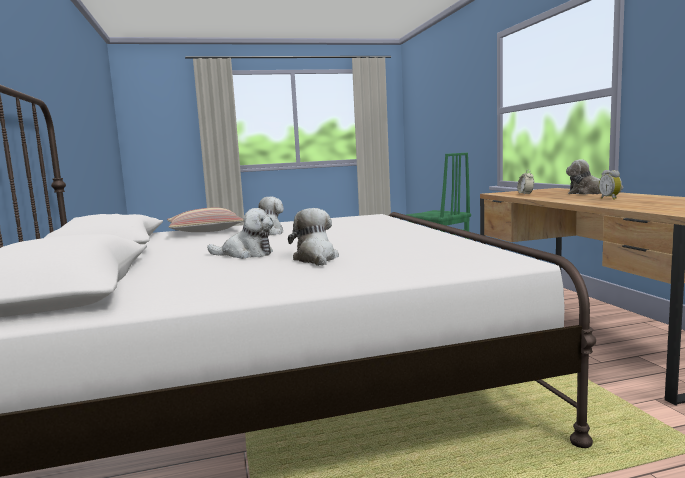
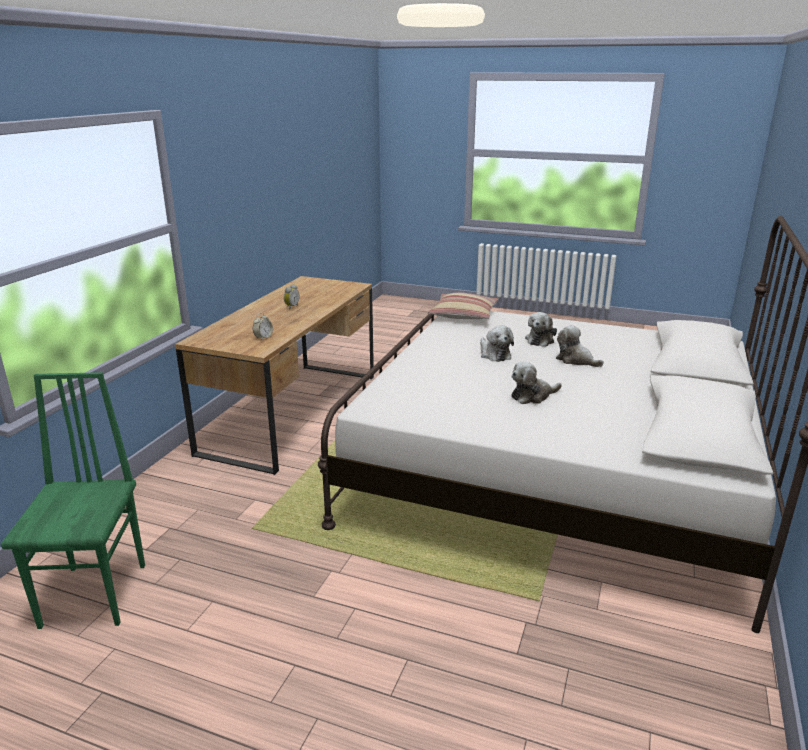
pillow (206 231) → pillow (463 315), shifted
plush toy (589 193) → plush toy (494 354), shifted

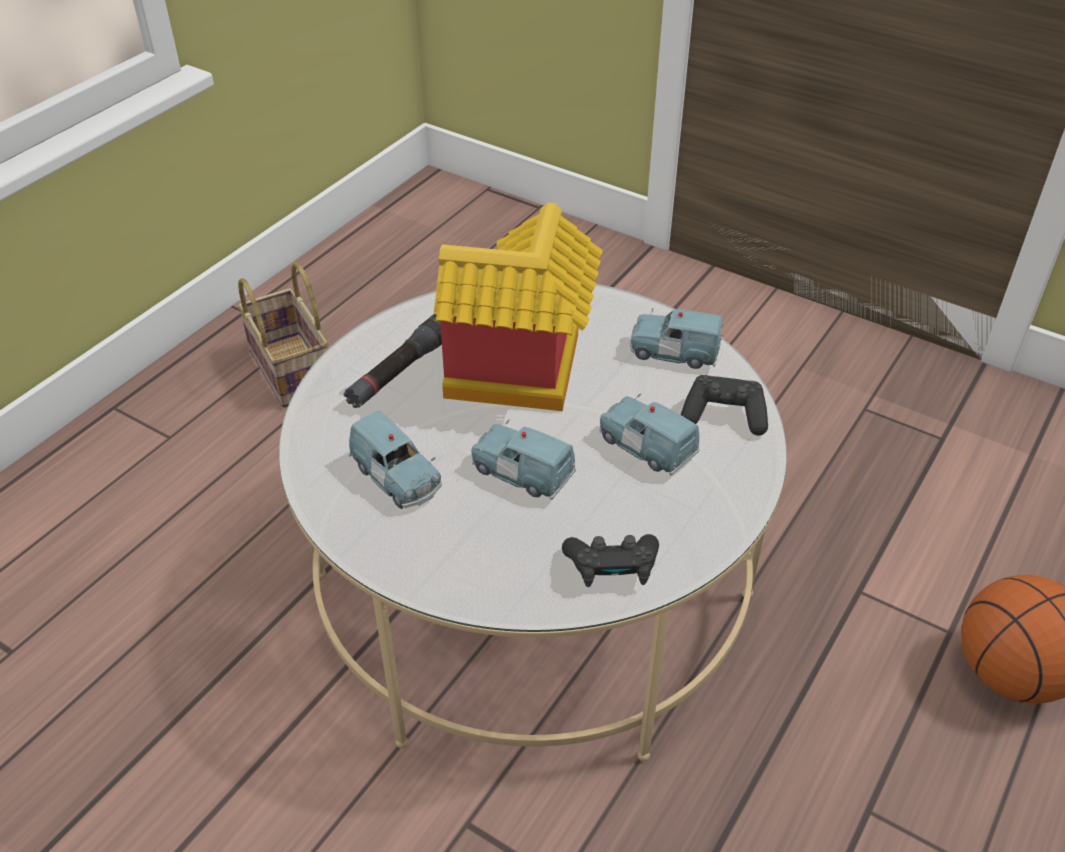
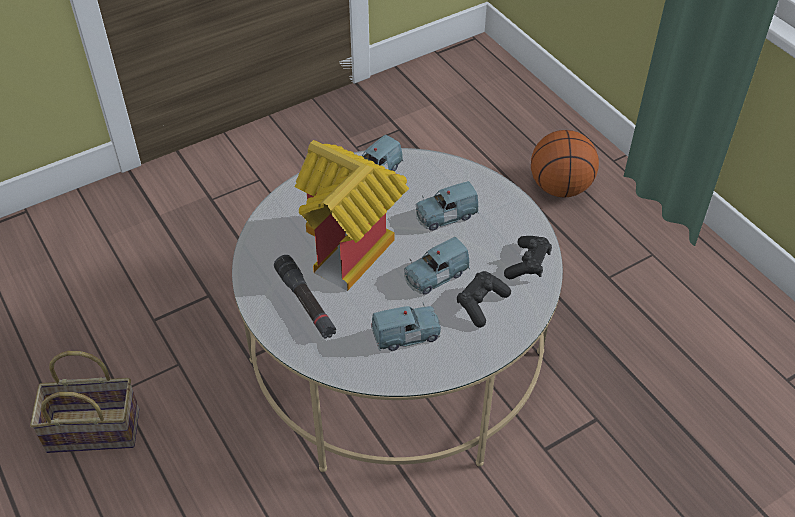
black game controller (724 416) → black game controller (481 304), shifted

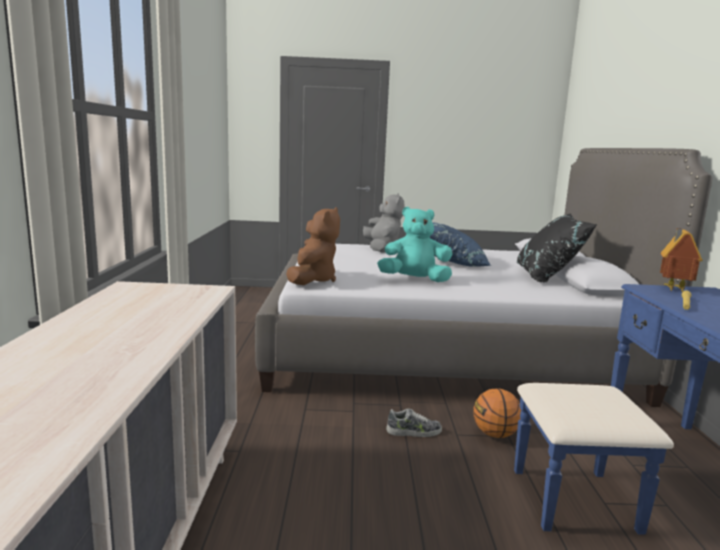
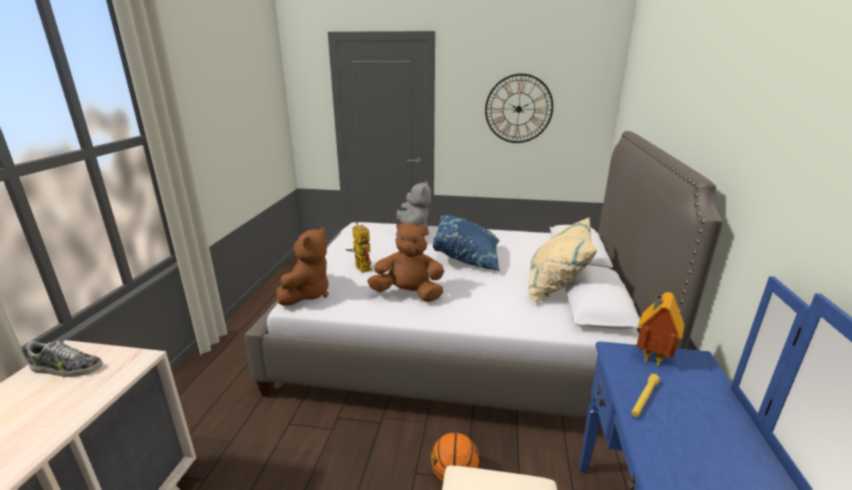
shoe (414 432) → shoe (66 368), shifted
- → toy robot (360 267)
turquoise plush toy (414 280) → brown plush toy (408 294)
- → wall clock (518 109)
black pillow (548 277) → beige pillow (556 288)

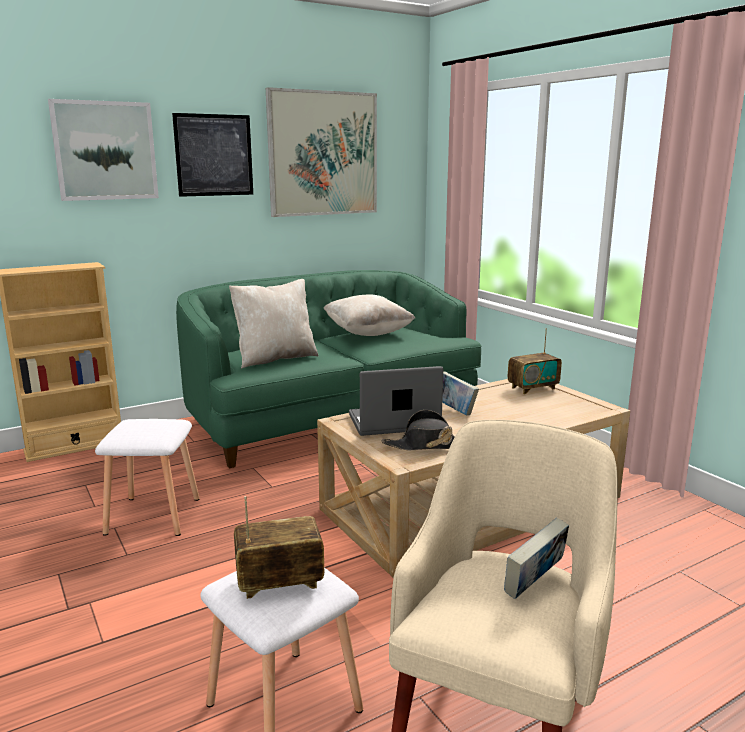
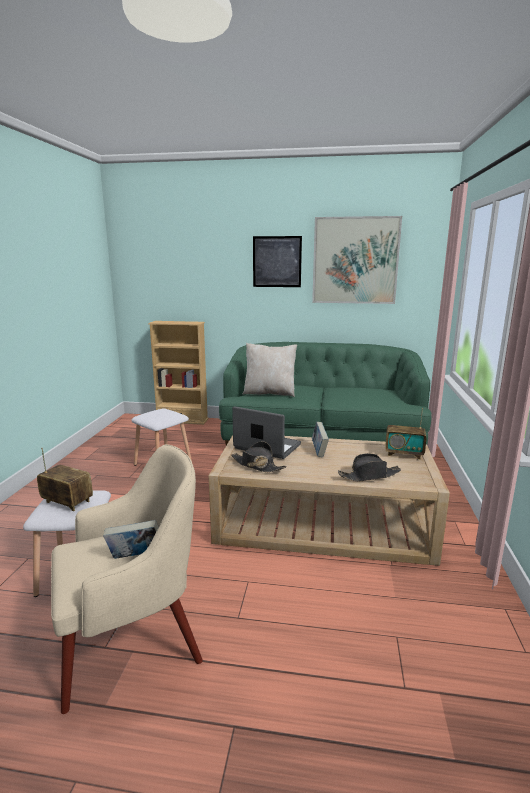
- → black hat (369 475)
picture (105 151) → -
beige pillow (367 334) → -

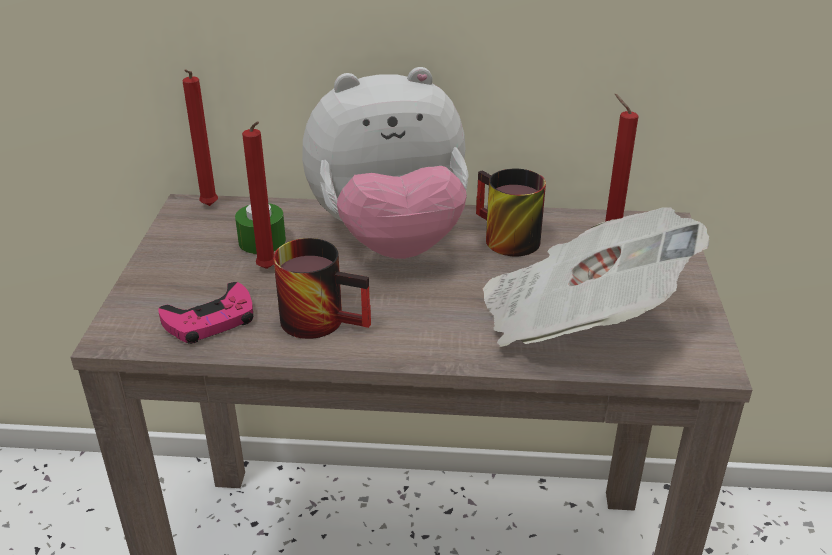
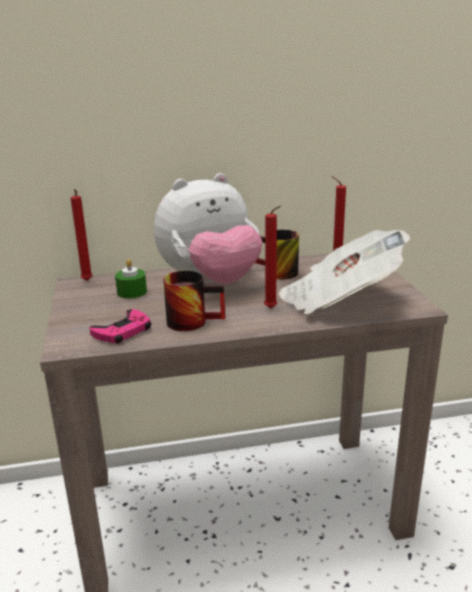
red candle (268 270) → red candle (272 309), shifted

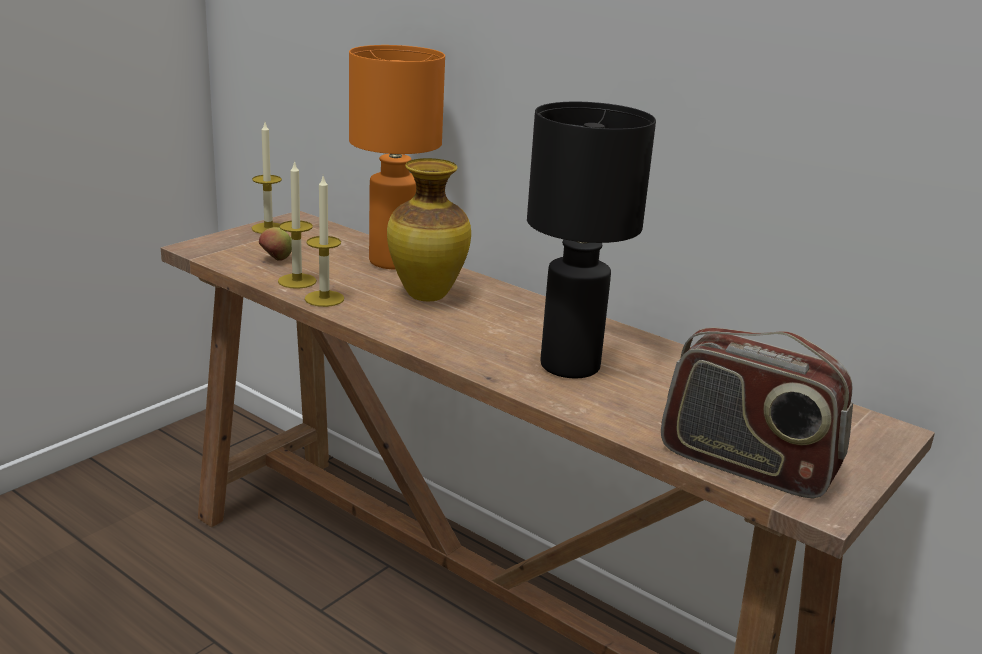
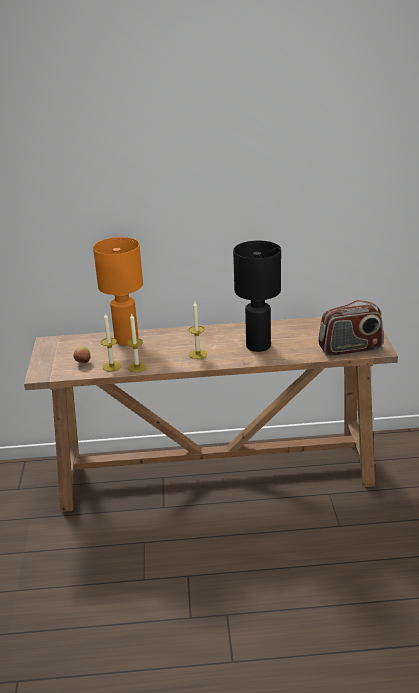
candle (268 228) → candle (197 354), shifted
vase (425 296) → -

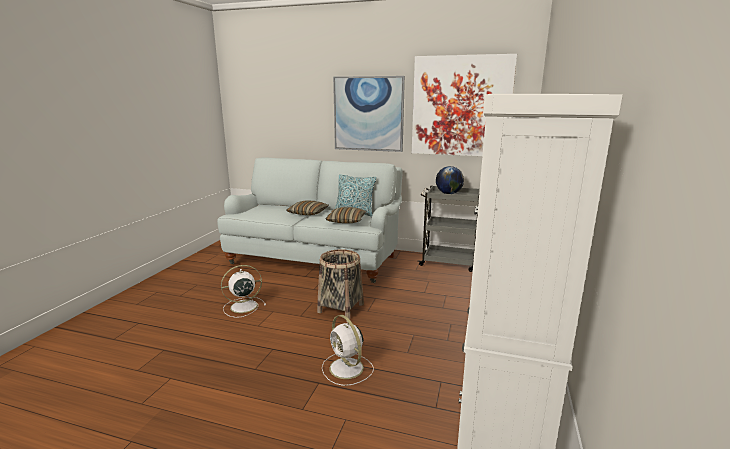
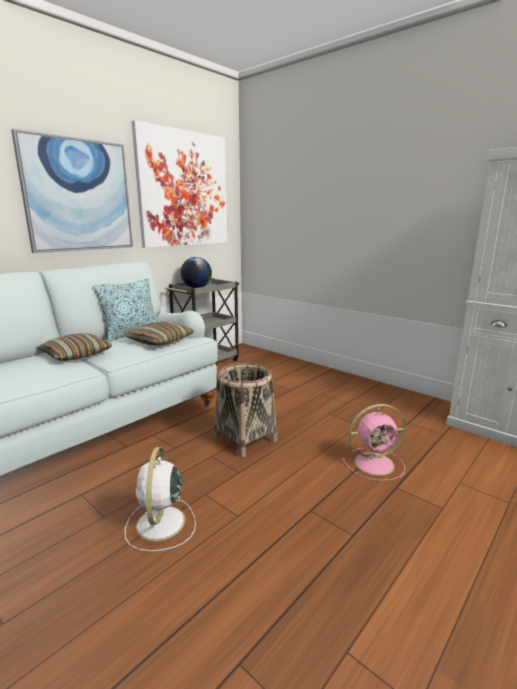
white fan (347 369) → pink fan (375 463)

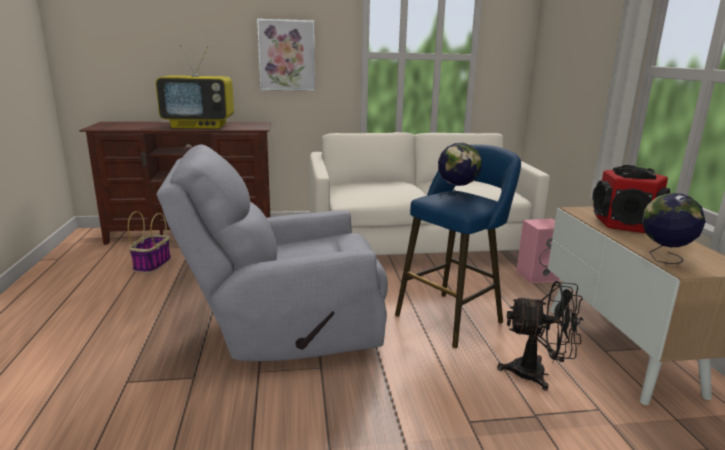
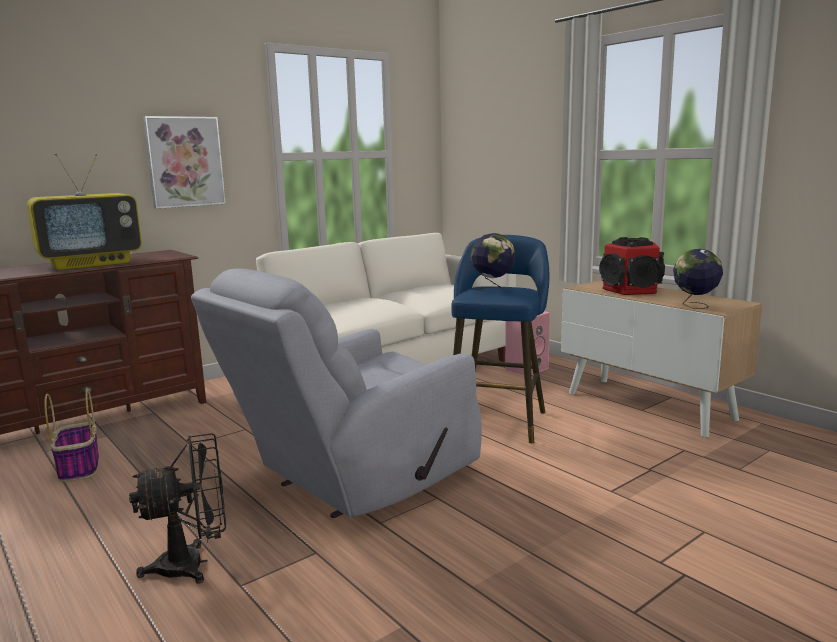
black fan (537 374) → black fan (193 564), shifted

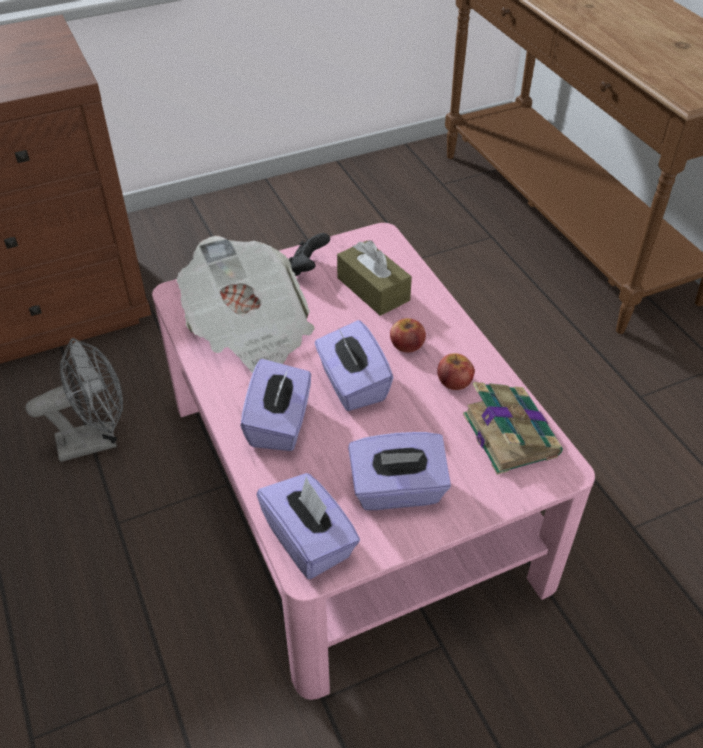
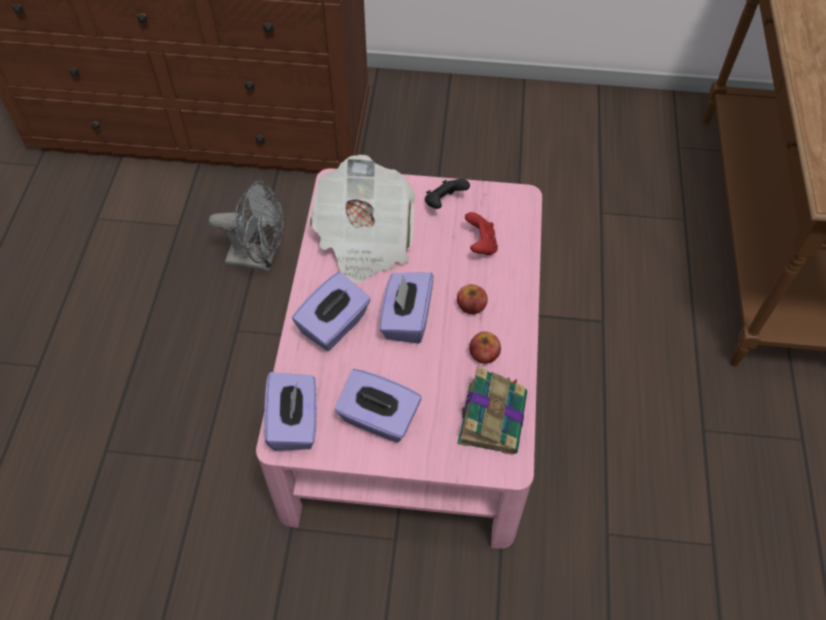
brown tissue box (373 289) → red game controller (480 244)

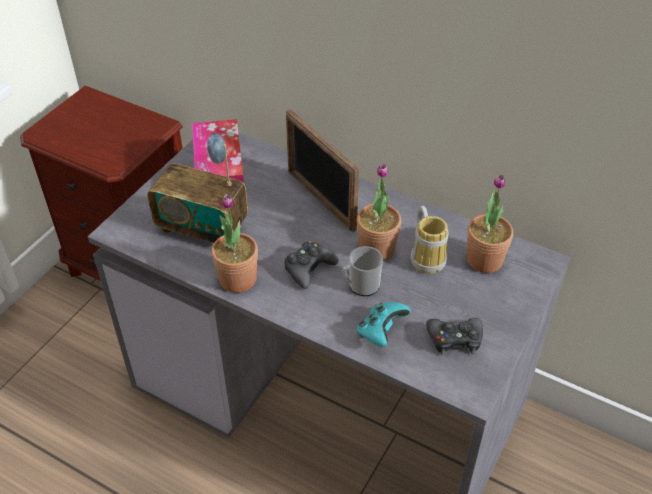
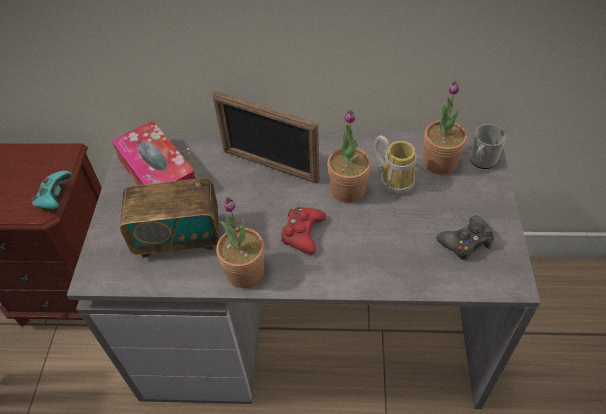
turquoise game controller (381 331) → turquoise game controller (55 198), shifted
black game controller (309 268) → red game controller (302 233)
mug (361 286) → mug (481 161), shifted

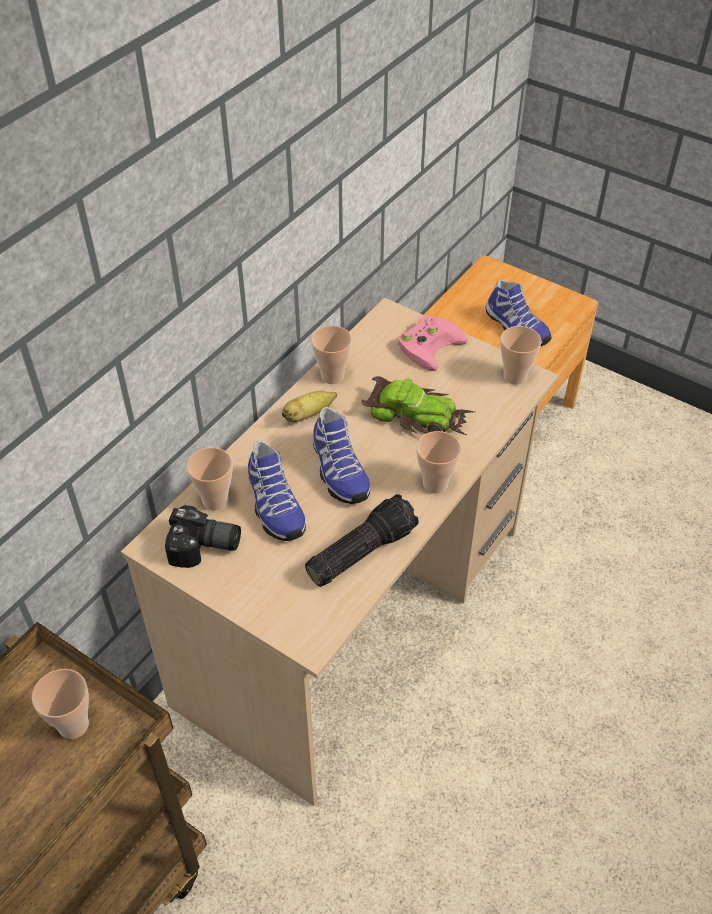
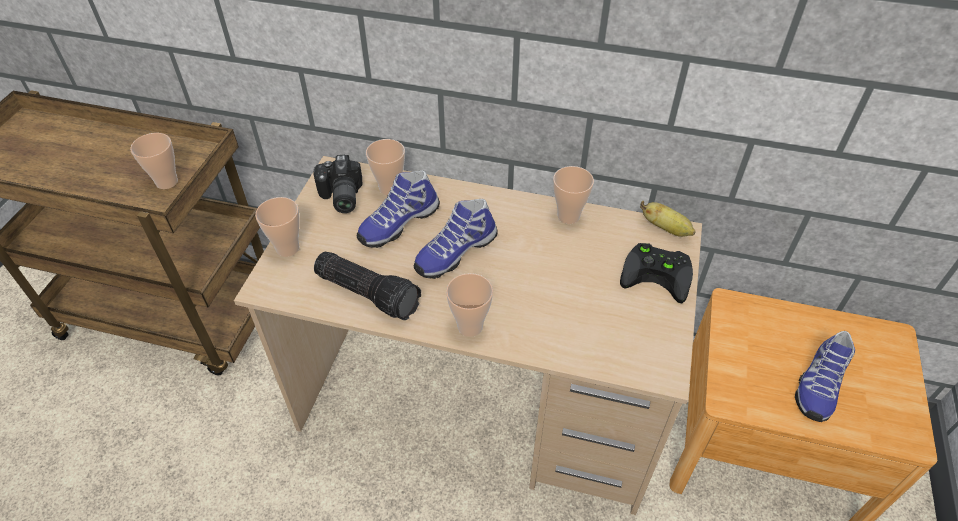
cup (514 377) → cup (287 248), shifted
pink game controller (429 343) → black game controller (659 274)
banana (308 415) → banana (666 229), shifted
toy car (417 414) → -

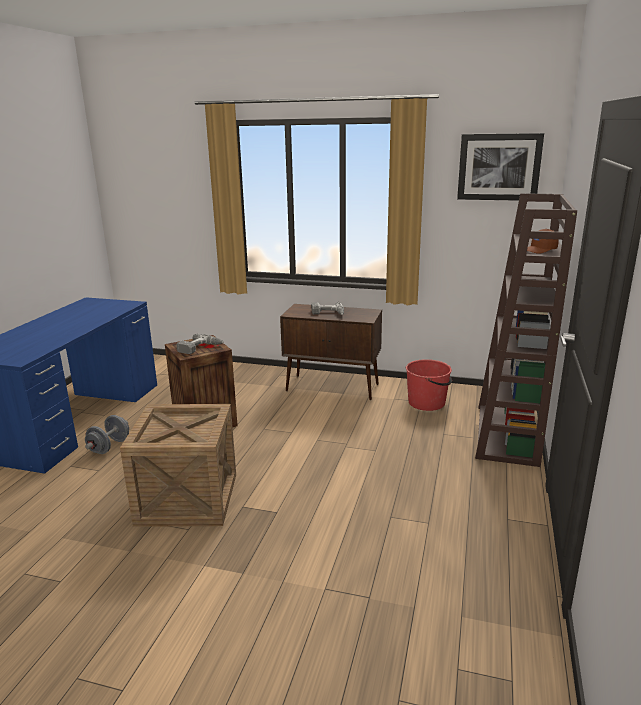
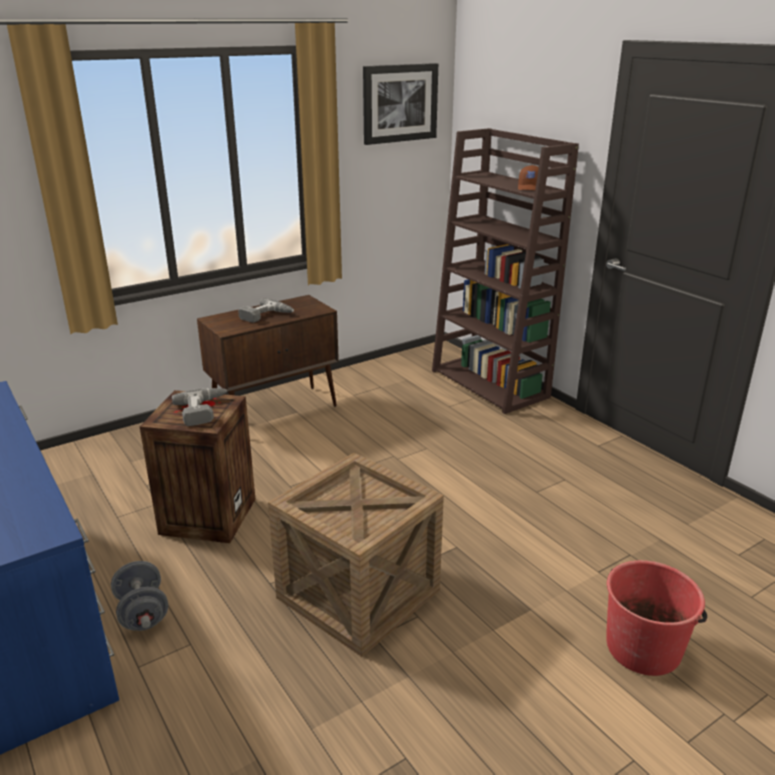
red bucket (427 403) → red bucket (643 647), shifted

